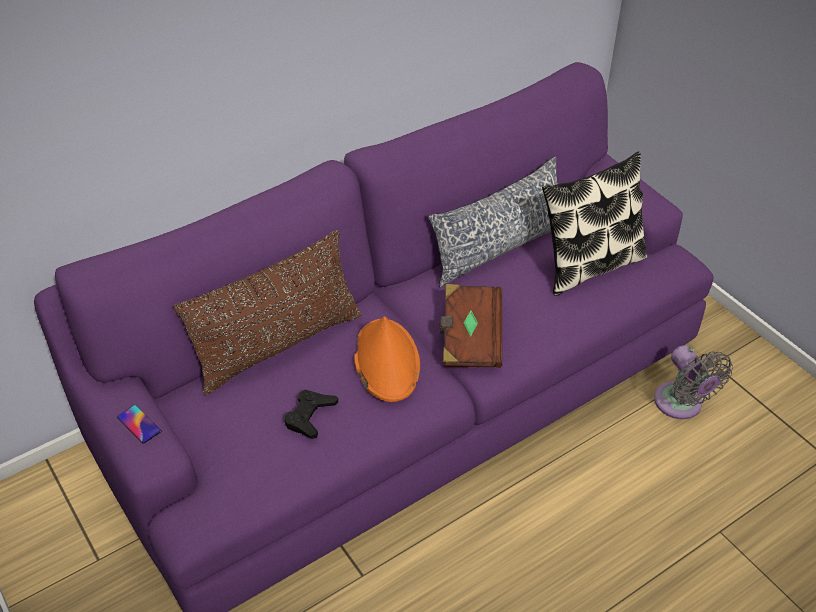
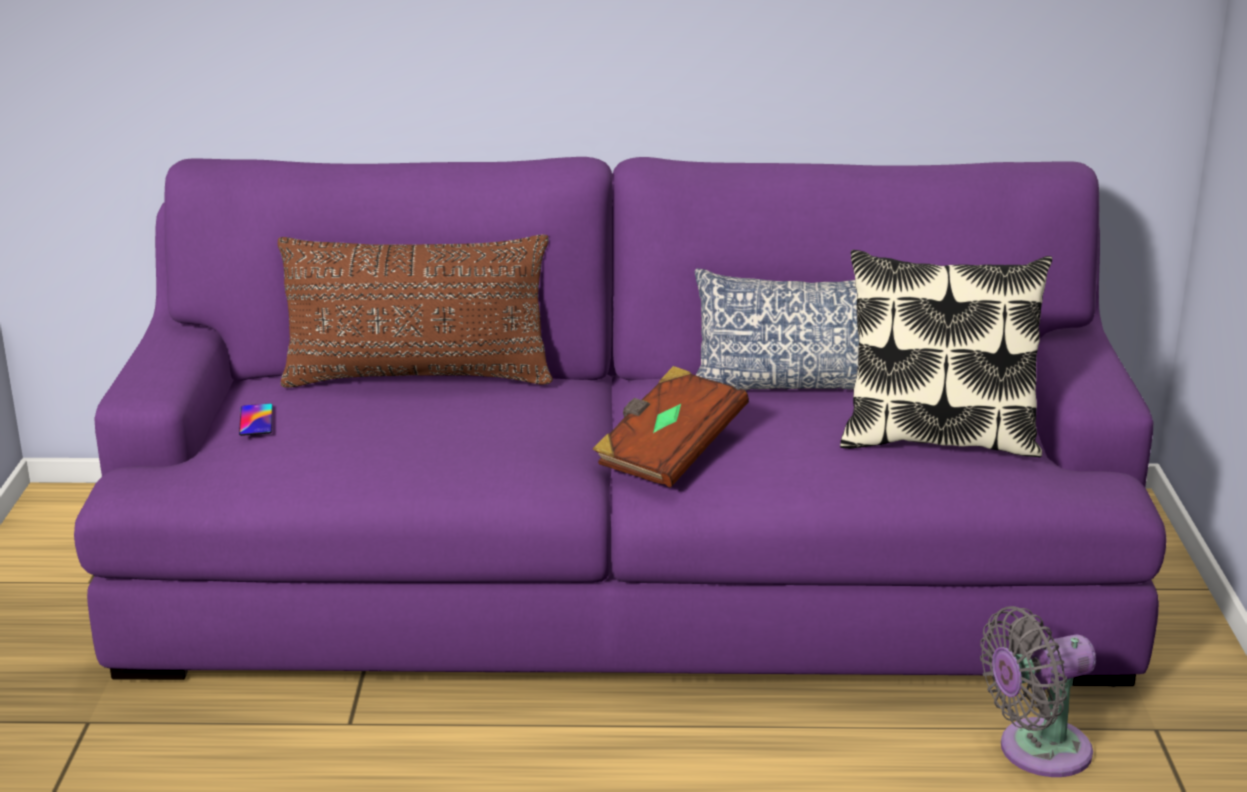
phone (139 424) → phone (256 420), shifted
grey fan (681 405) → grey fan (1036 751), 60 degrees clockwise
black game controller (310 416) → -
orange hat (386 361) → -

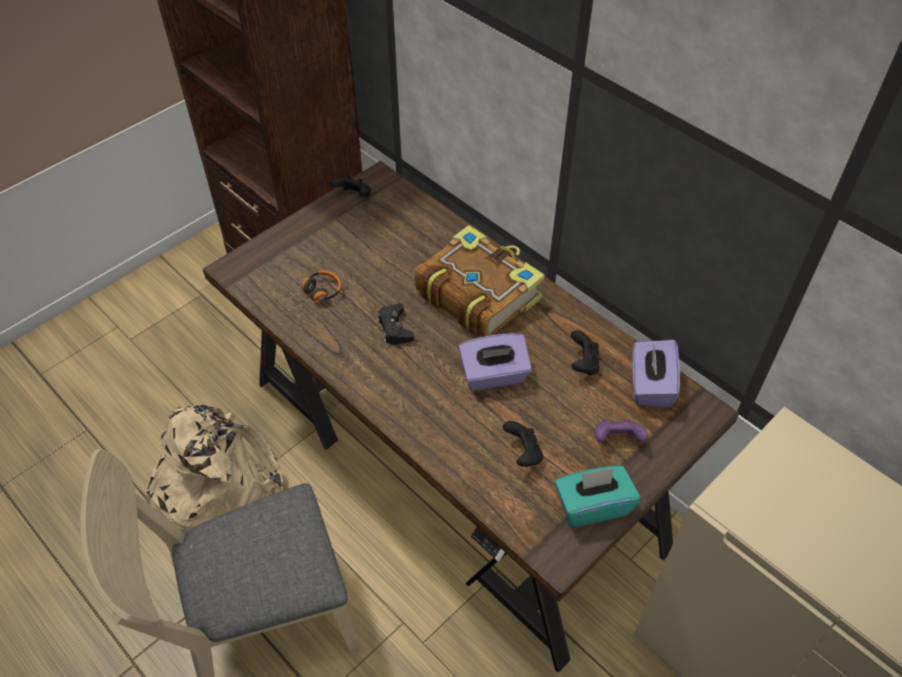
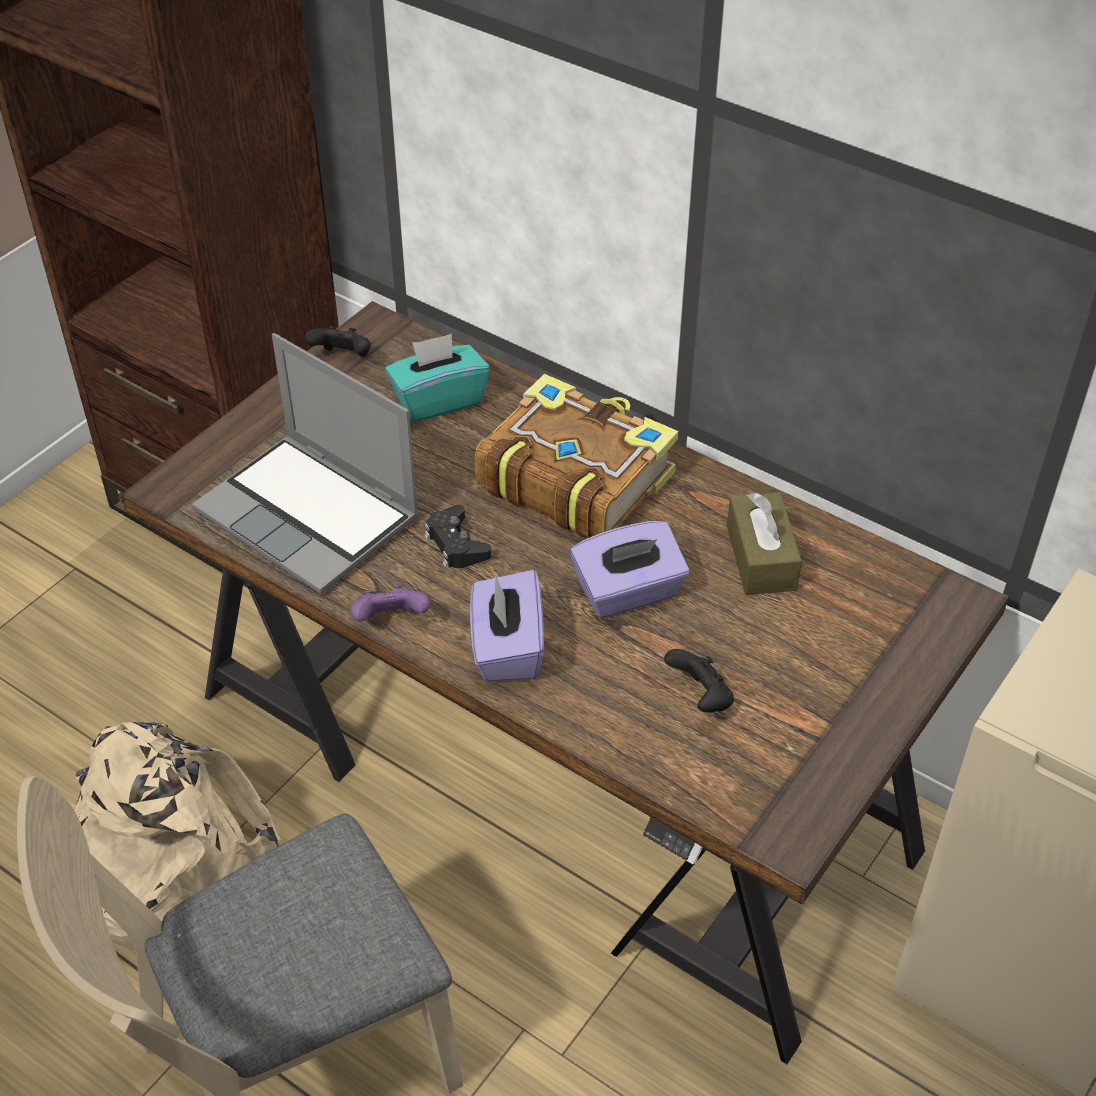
headphones (311 297) → laptop (311 516)
purple game controller (616 439) → purple game controller (391 621), shifted
turquoise tissue box (592 506) → turquoise tissue box (438 400), shifted
purple tissue box (650 385) → purple tissue box (507 649), shifted
black game controller (583 363) → brown tissue box (761 558)

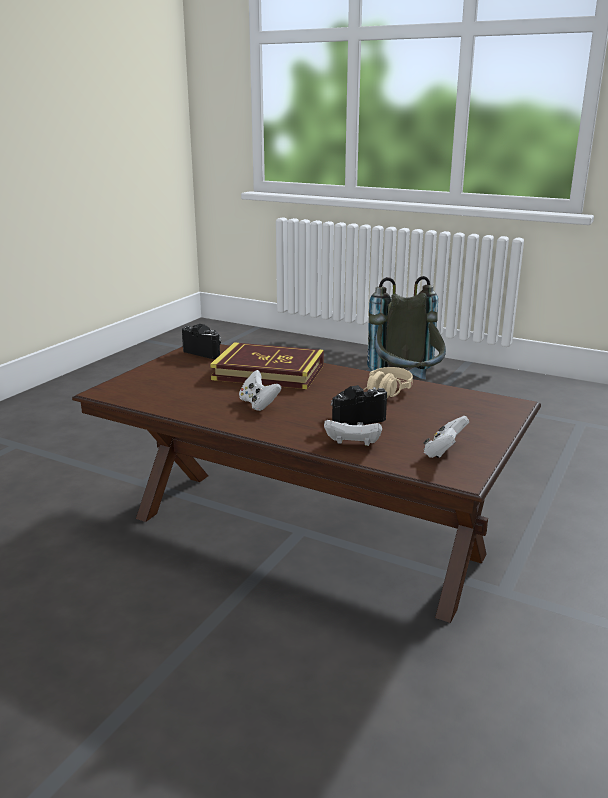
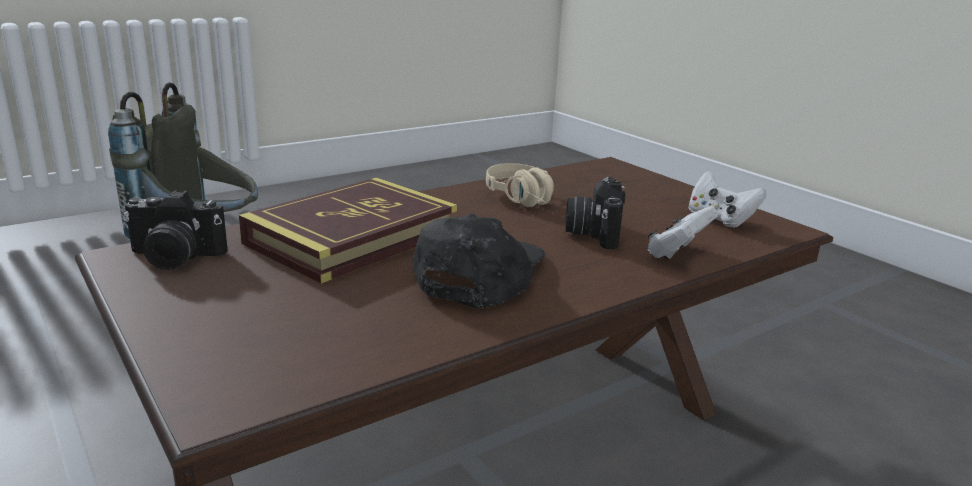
photo camera (206 352) → photo camera (174 258), 150 degrees counterclockwise
white game controller (258 404) → black cap (479 273)

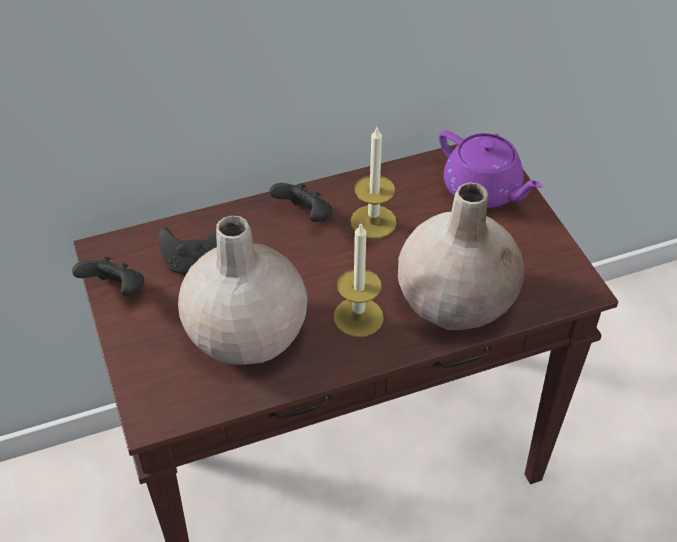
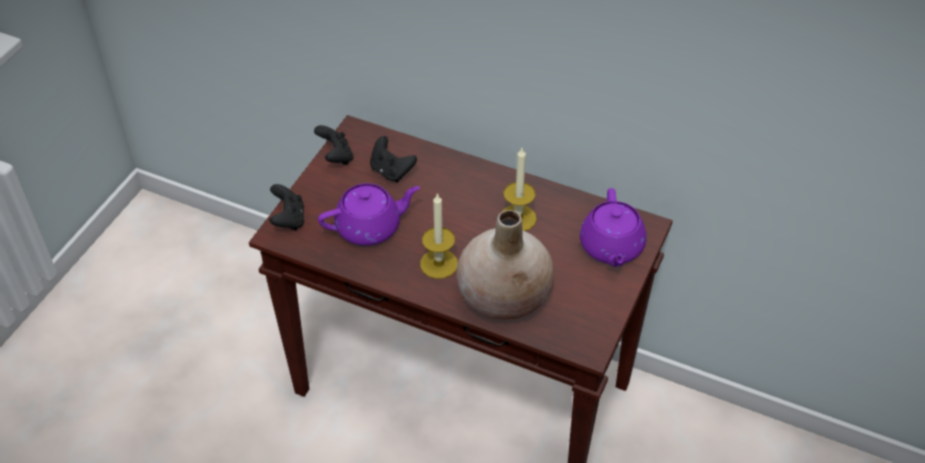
black game controller (305 216) → black game controller (288 219), shifted
beige vase (245 333) → purple teapot (370 227)

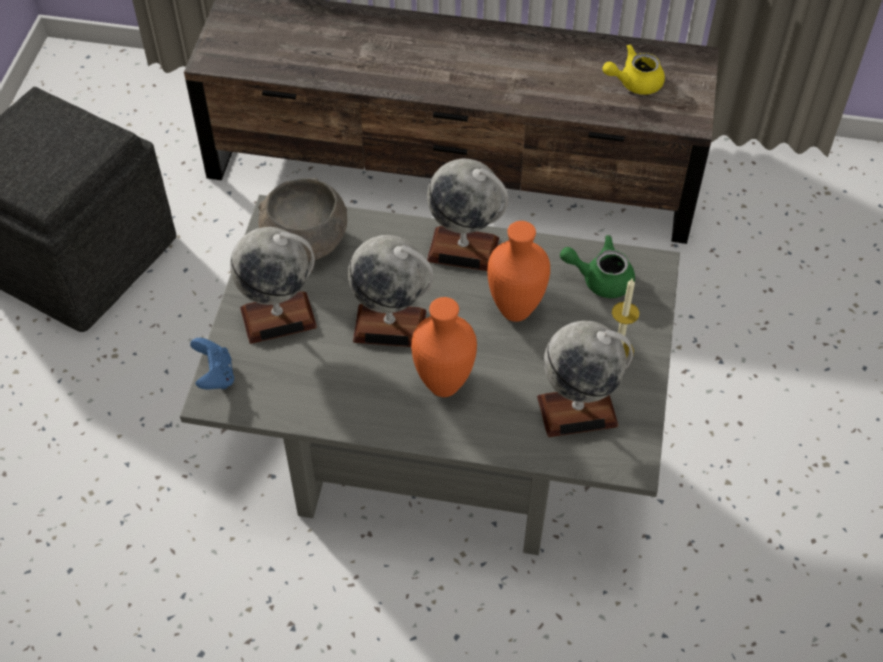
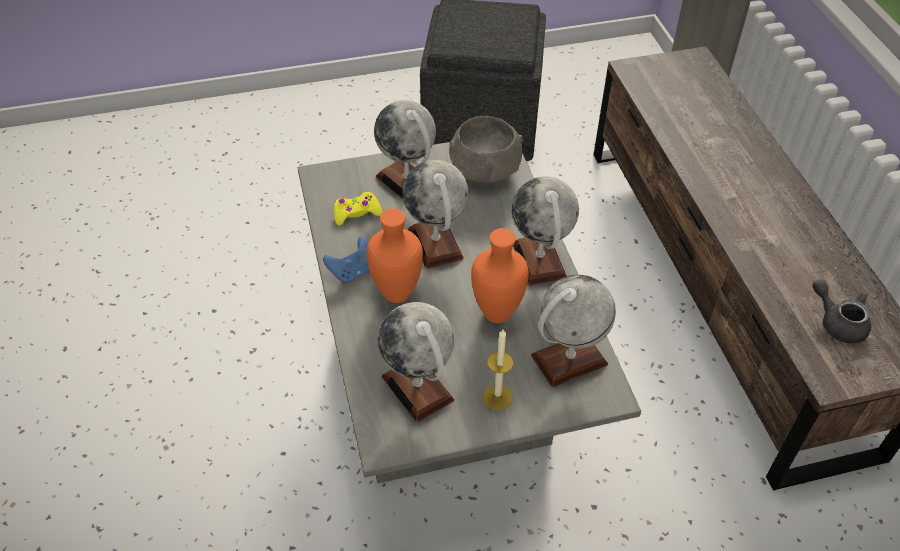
blue game controller (215 376) → blue game controller (352 272), shifted
- → yellow game controller (356 213)
green teapot (600 278) → globe (569 360)
yellow teapot (634 82) → grey teapot (838 322)

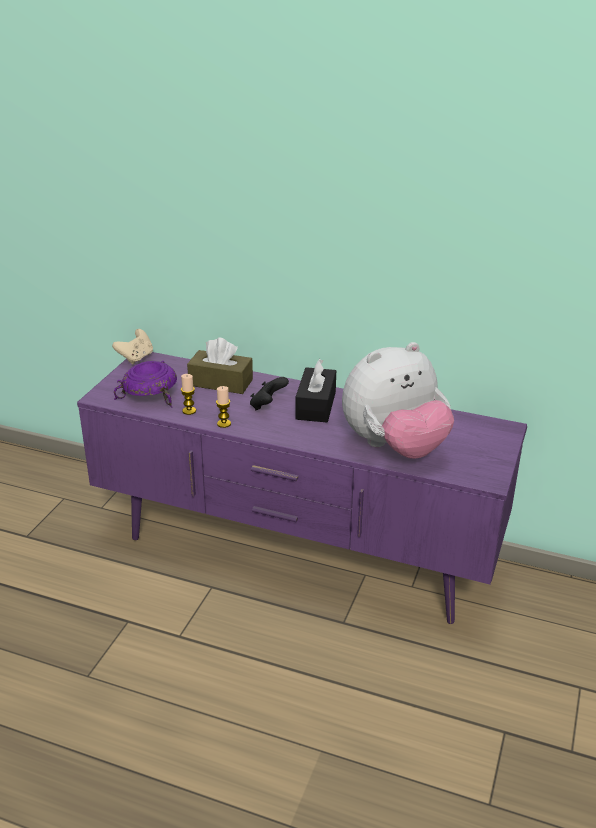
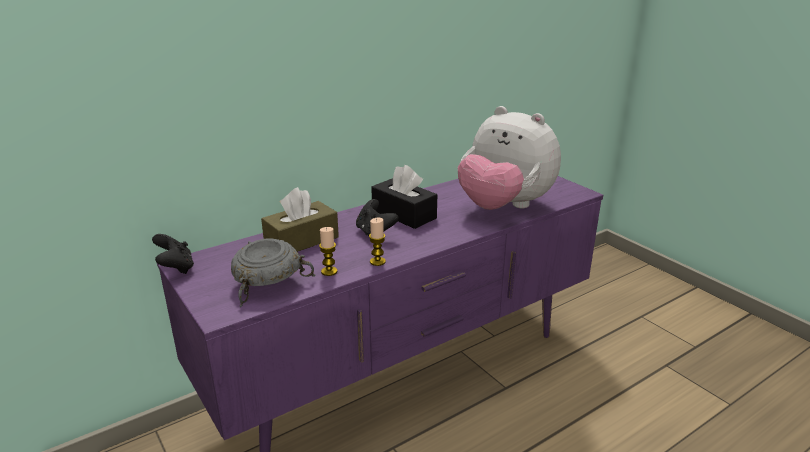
beige game controller (136 358) → black game controller (176 268)
purple bowl (152 395) → grey bowl (268 282)
plush toy (394 447) → plush toy (504 207), 120 degrees clockwise

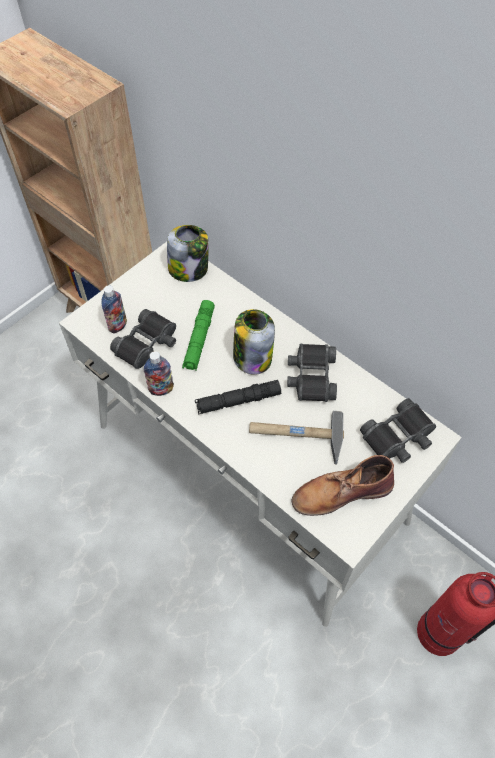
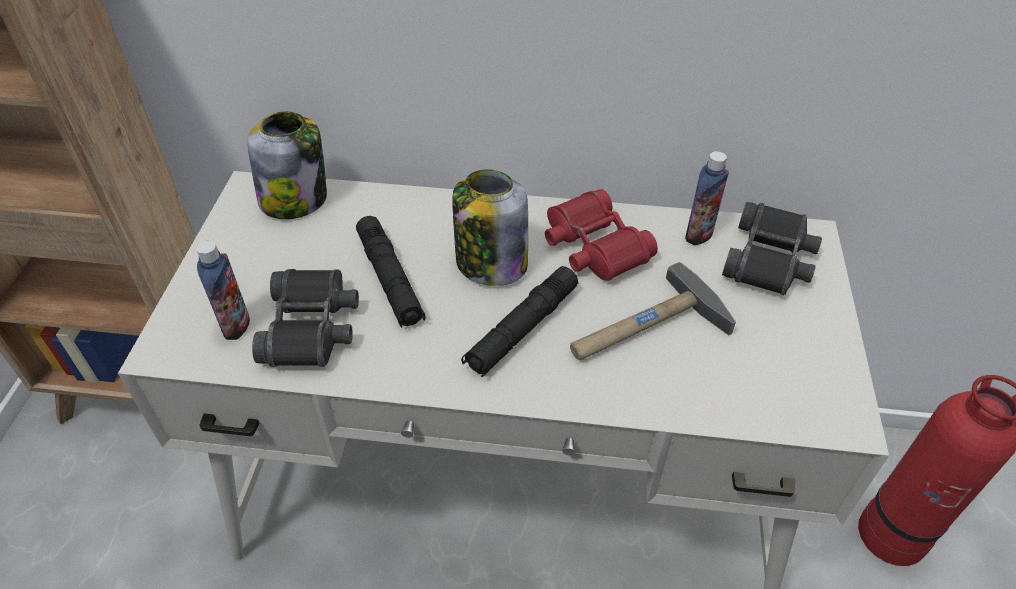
green flashlight (199 339) → black flashlight (390 279)
black binoculars (311 377) → red binoculars (593 247)
bottle (161 389) → bottle (699 234), shifted
brown boot (341 492) → -

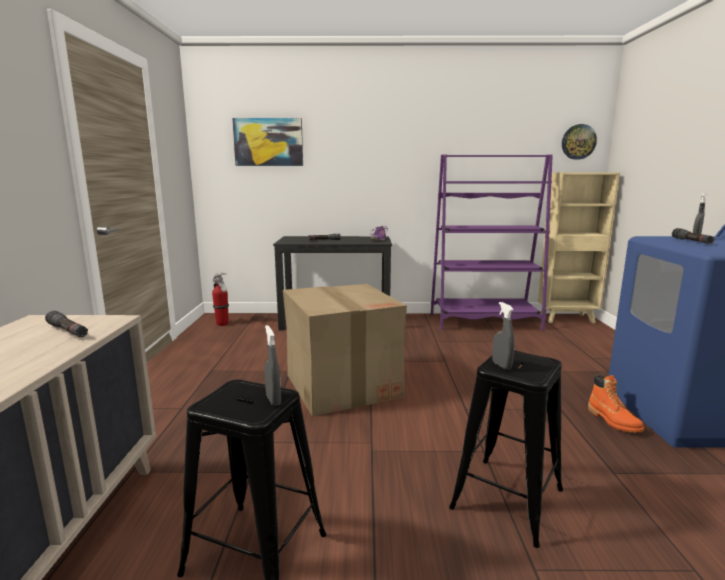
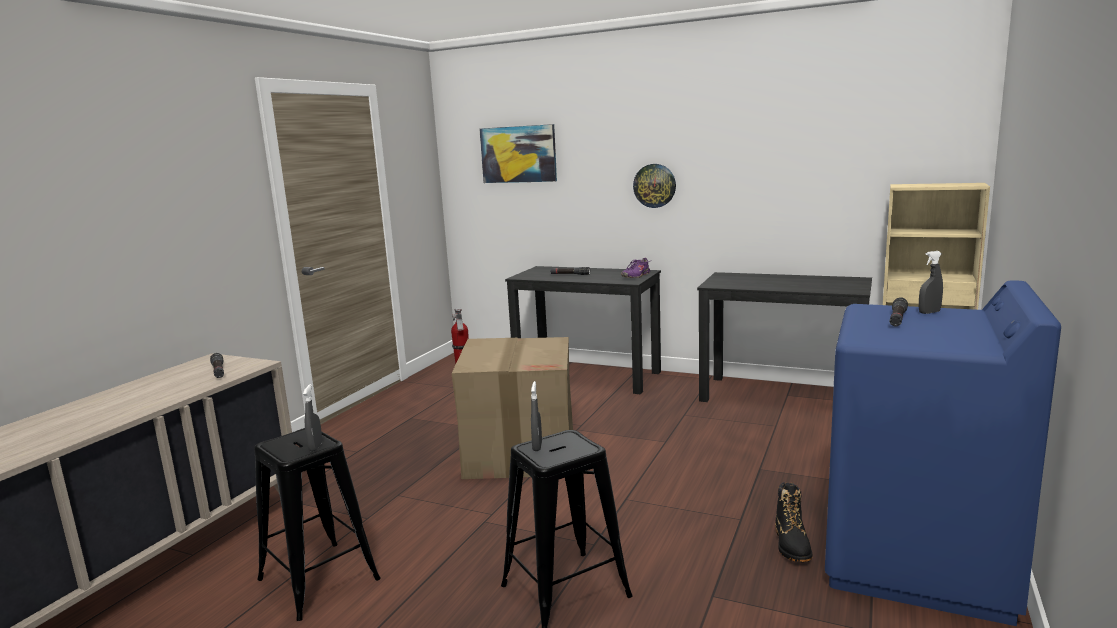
wall clock (578 142) → wall clock (654 185), shifted
purple bookcase (484 322) → black desk (782 396)
orange boot (613 421) → black boot (792 545)

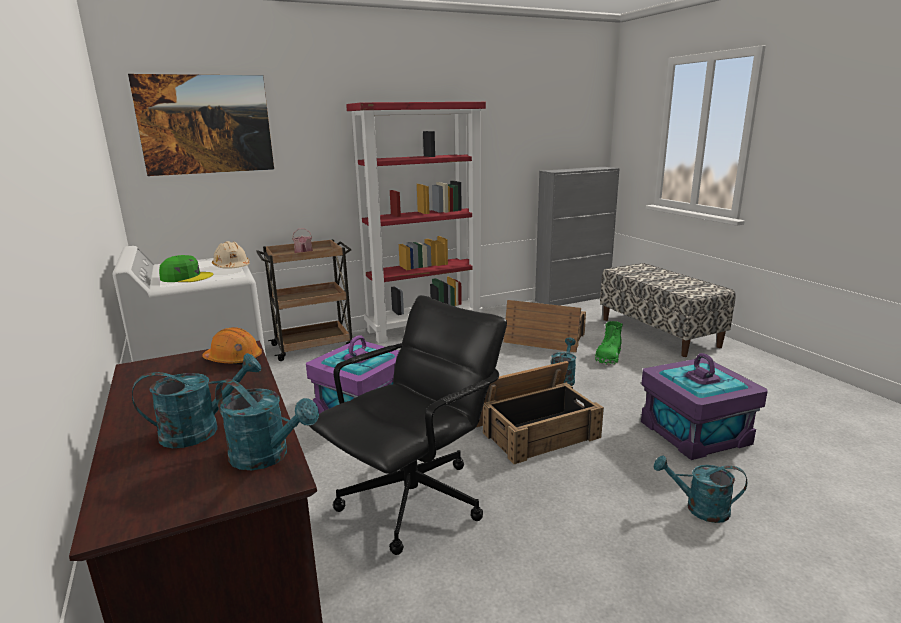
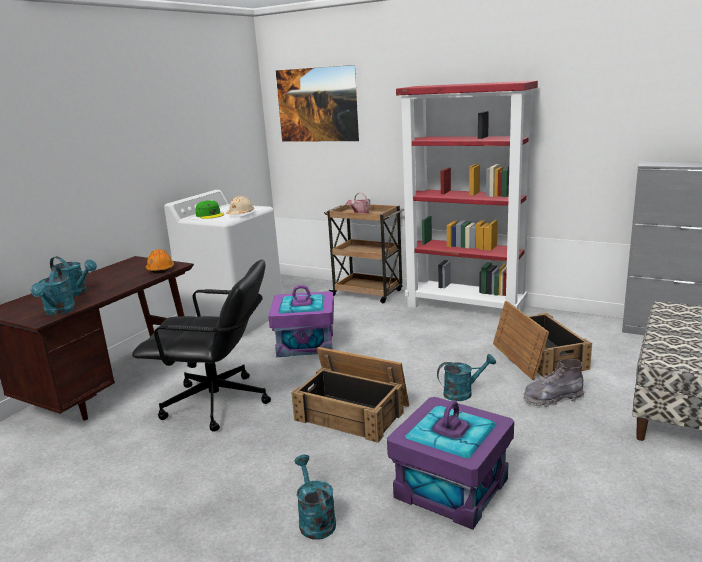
green boot (608 357) → grey boot (552 398)

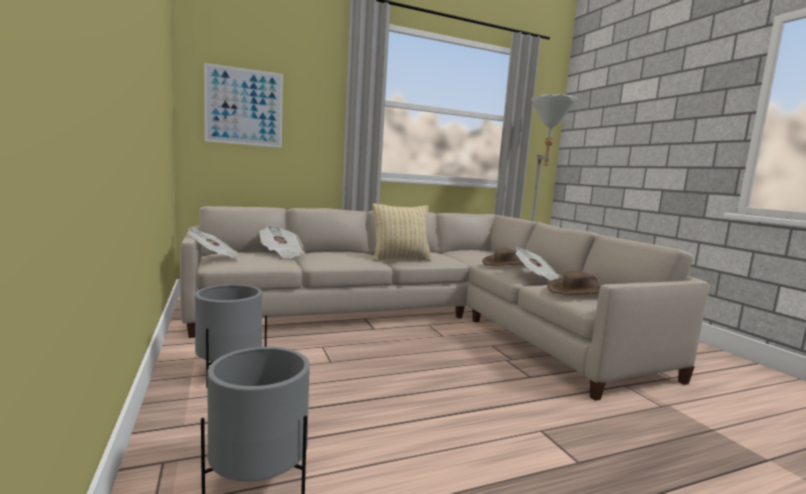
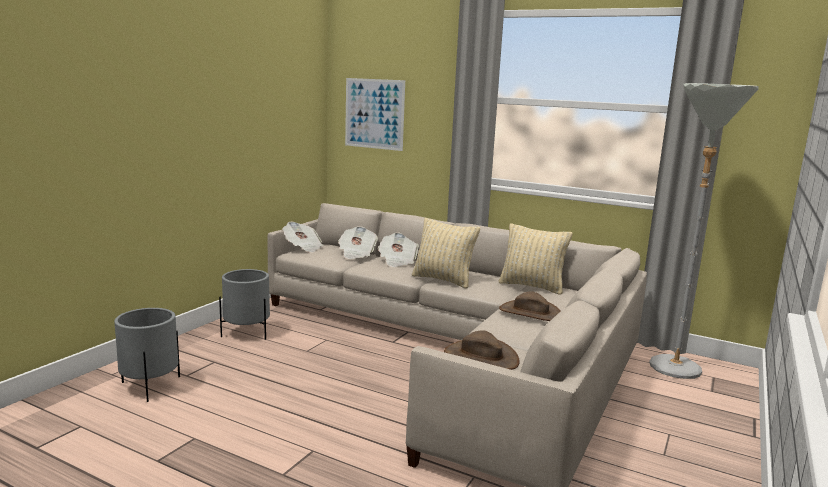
newspaper (536 277) → newspaper (397 261), shifted
- → beige pillow (532 286)

